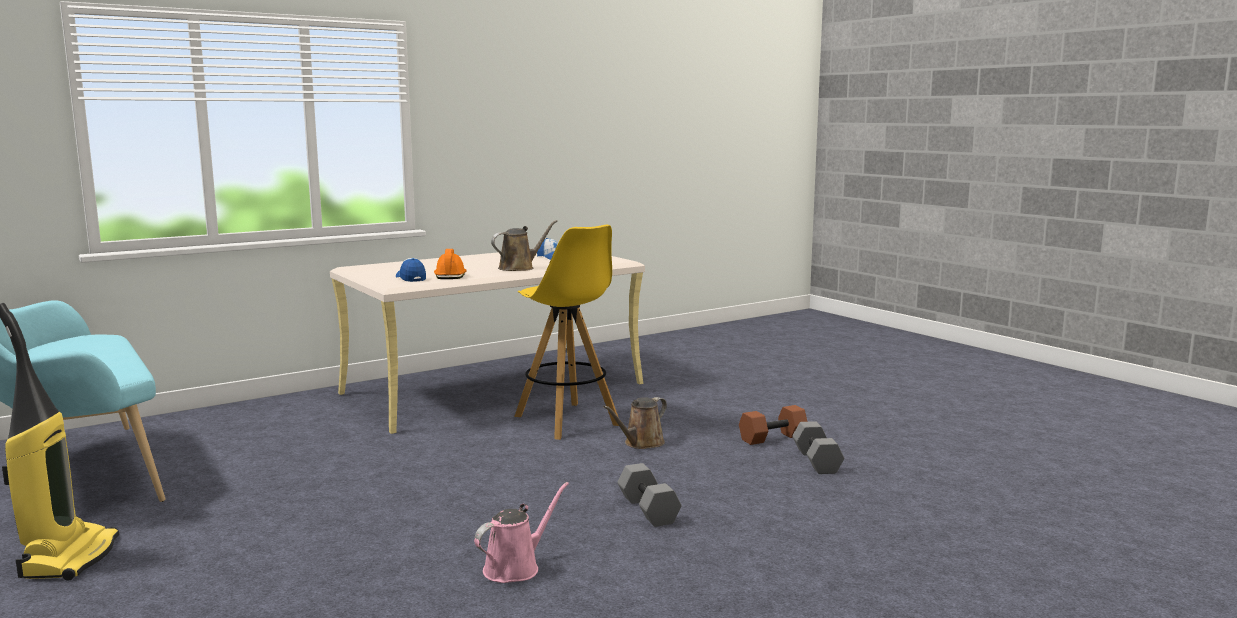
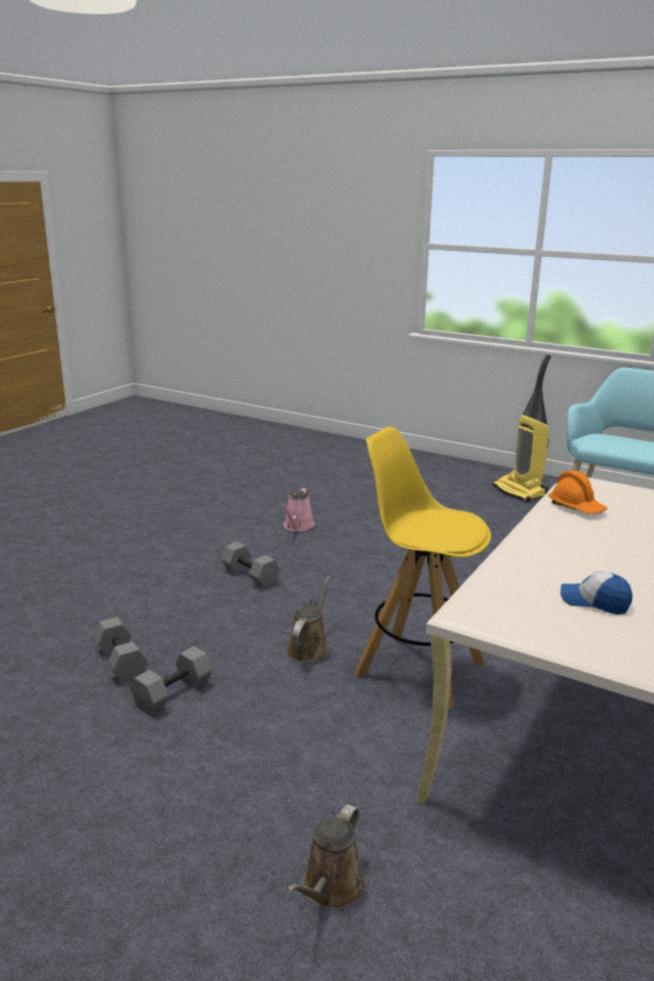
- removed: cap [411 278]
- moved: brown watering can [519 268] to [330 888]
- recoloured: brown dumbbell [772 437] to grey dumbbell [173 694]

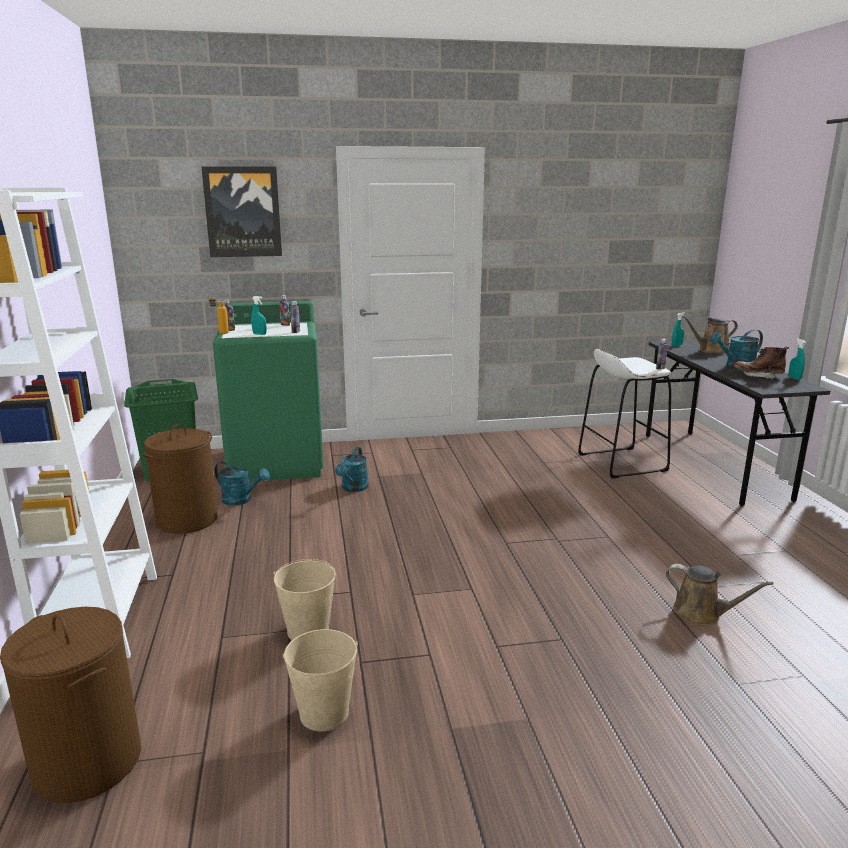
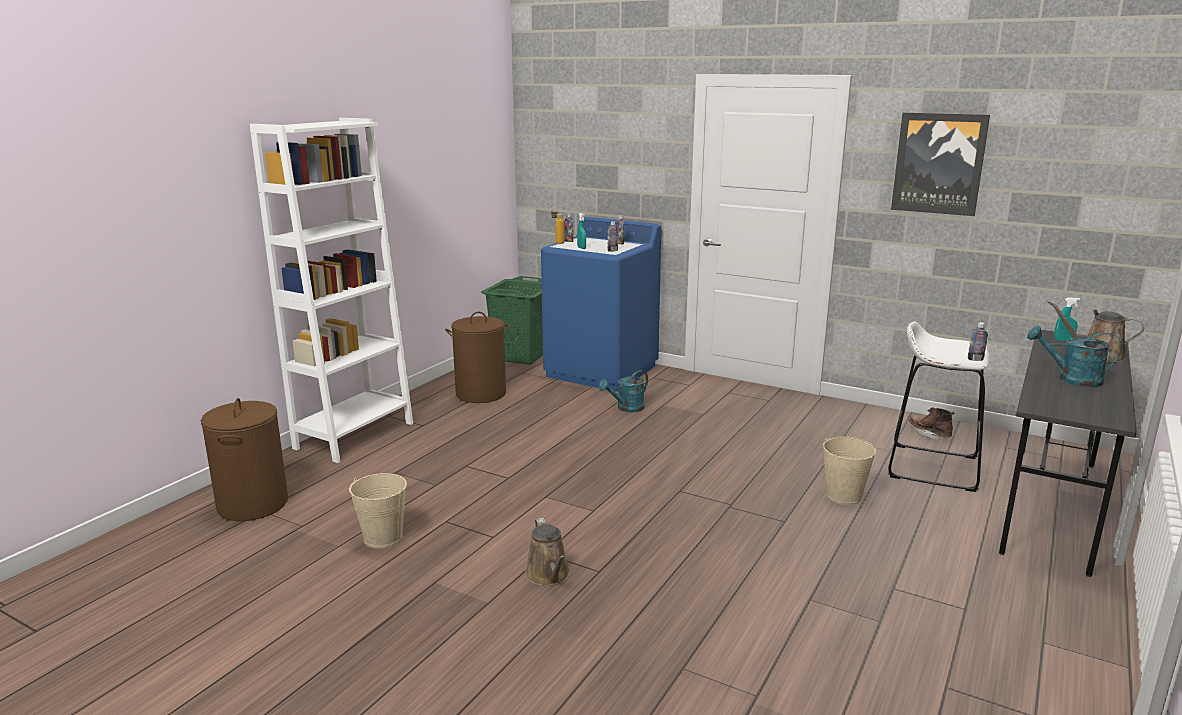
- removed: turquoise watering can [241 500]
- removed: turquoise spray bottle [794 378]
- moved: picture [243 212] to [939 163]
- moved: beige bucket [308 631] to [843 496]
- moved: brown watering can [701 614] to [549 576]
- moved: brown boot [758 376] to [929 434]
- recoloured: green washing machine [277 462] to blue washing machine [602 371]

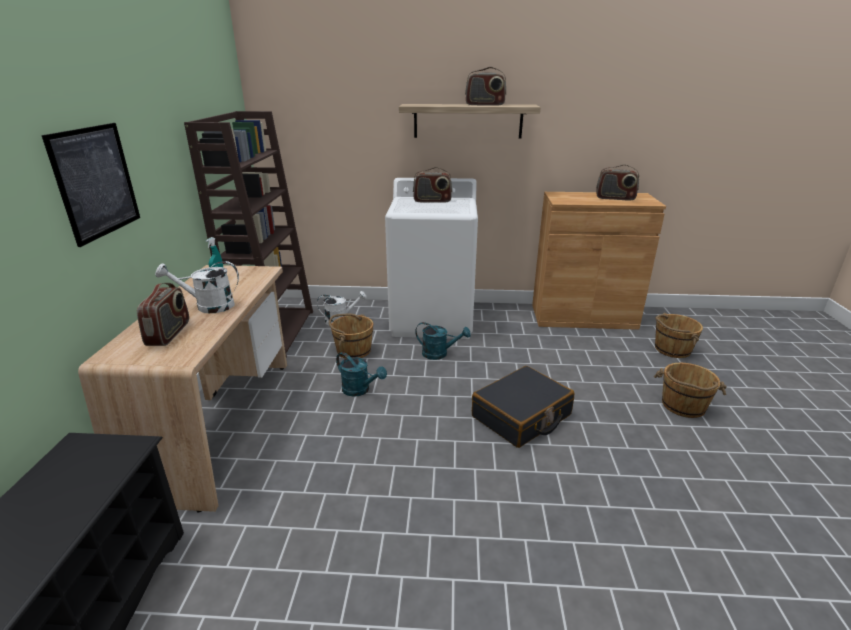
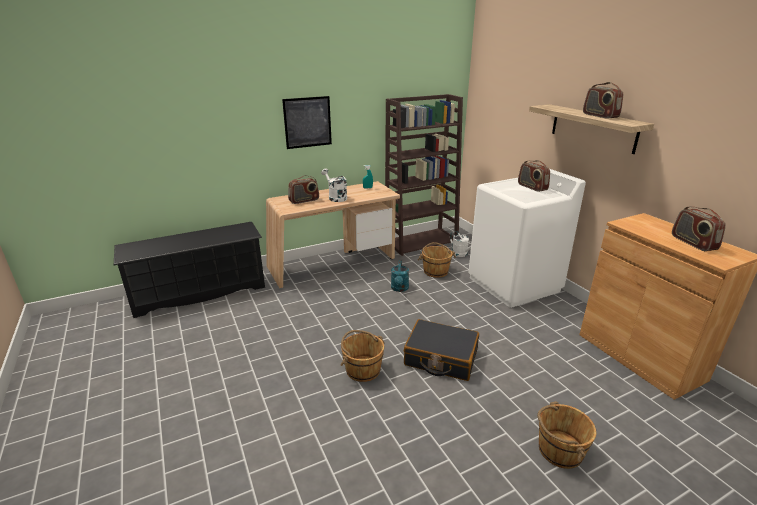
- removed: turquoise watering can [439 354]
- moved: brown bucket [671 349] to [362 369]

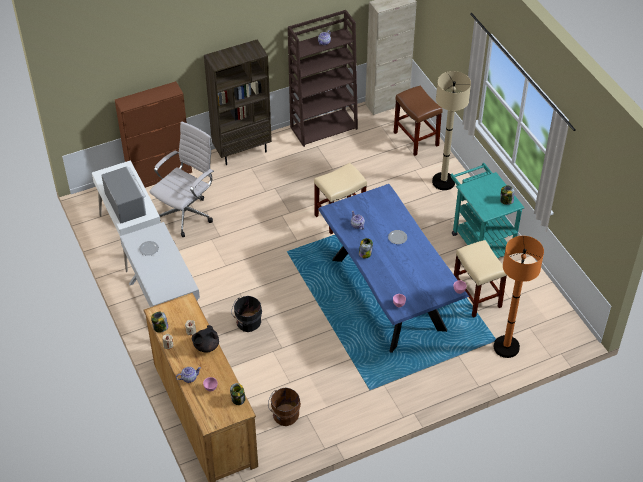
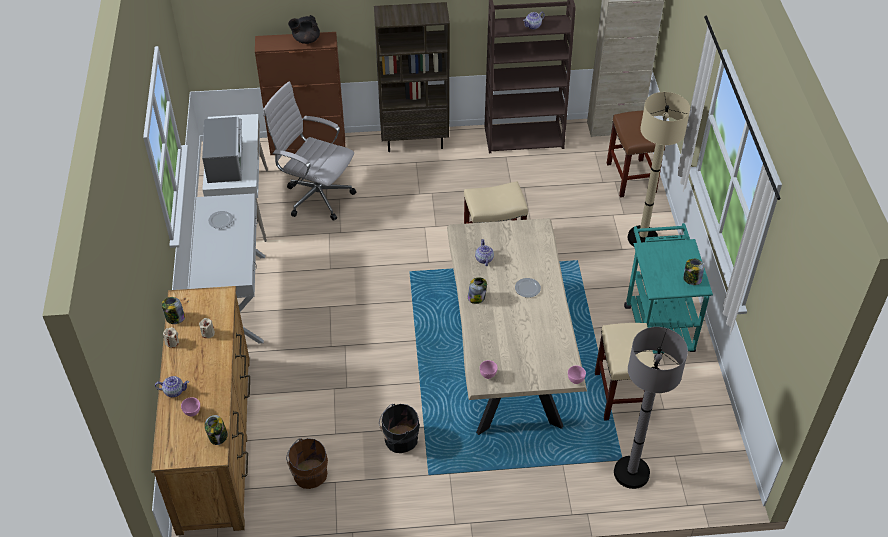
- moved: black teapot [206 346] to [306 40]
- moved: black bucket [247 322] to [399 439]
- recoloured: blue dining table [388 294] to beige dining table [509 359]
- recoloured: orange floor lamp [506 347] to grey floor lamp [631 473]
- turned: white office chair [187 214] = [316 196] 120 degrees counterclockwise

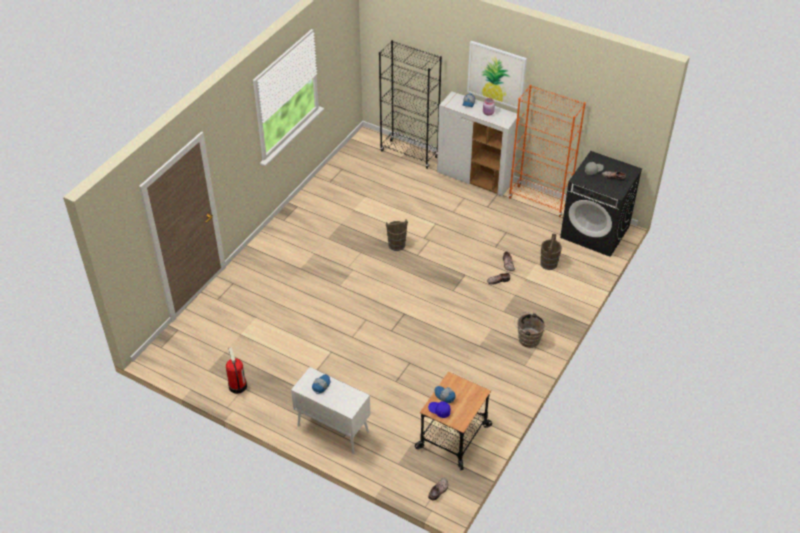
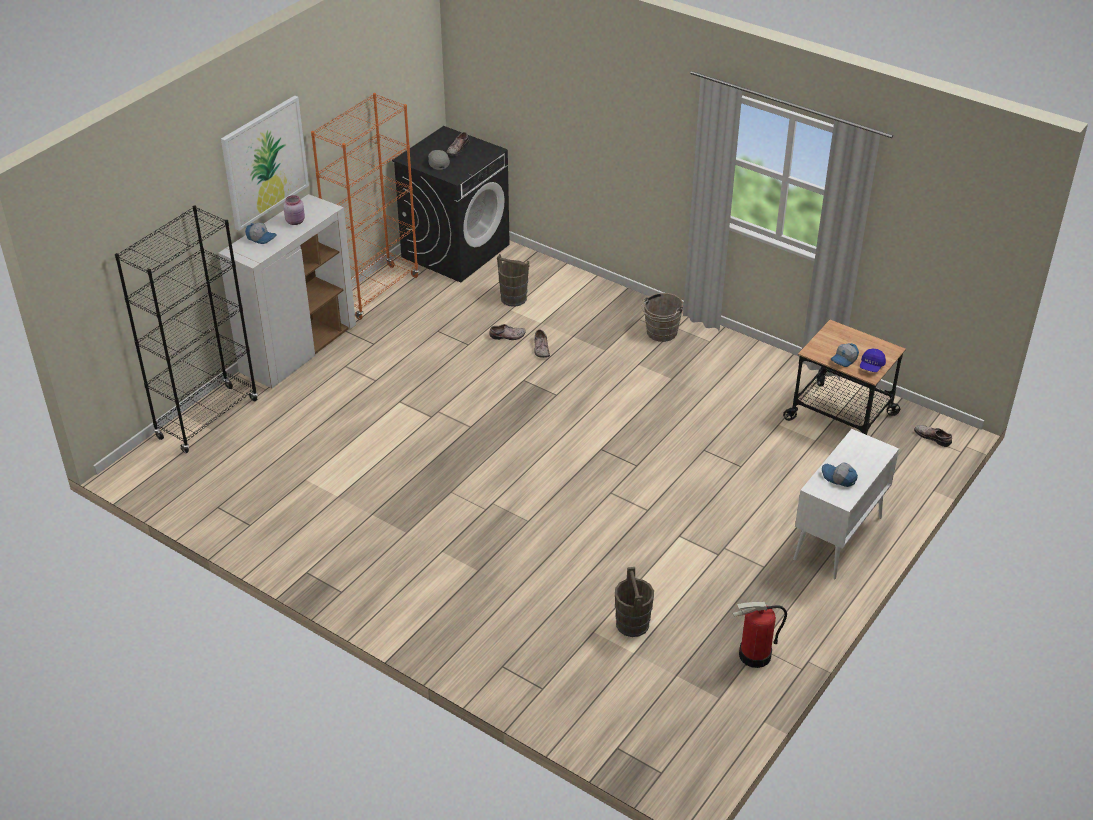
- moved: brown bucket [396 245] to [632 624]

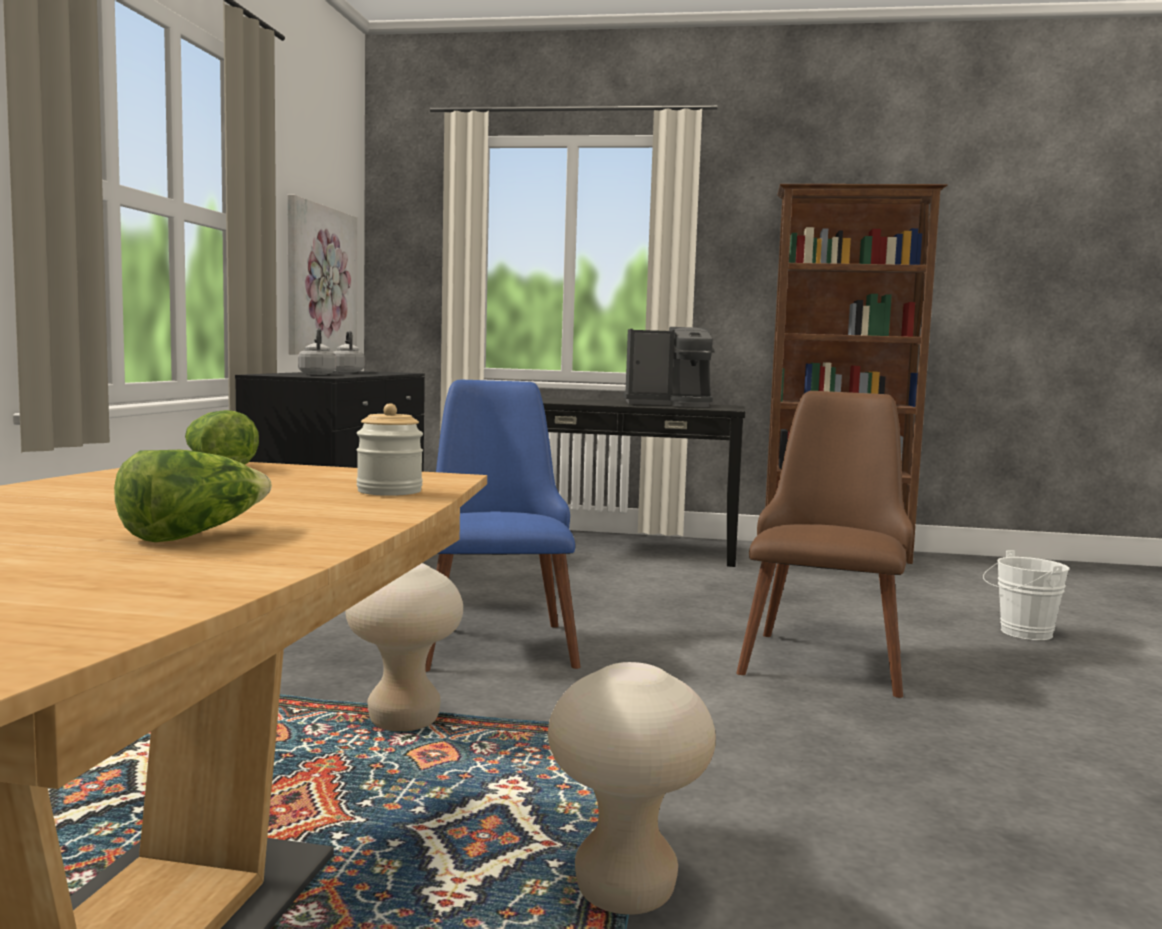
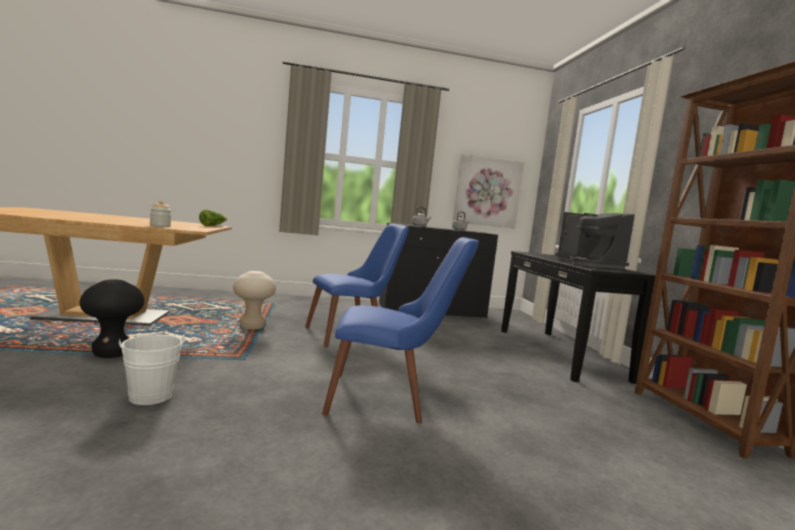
- removed: lettuce [193 534]
- moved: white bucket [1021 633] to [150 394]
- recoloured: beige stool [625 892] to black stool [111 354]
- recoloured: brown chair [825 655] to blue chair [391 398]

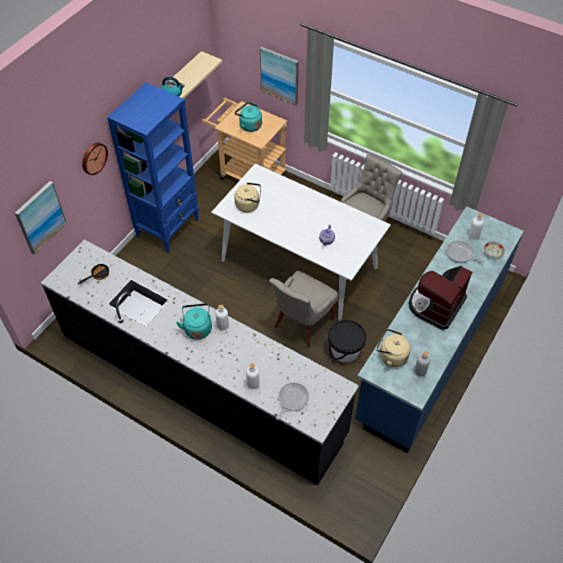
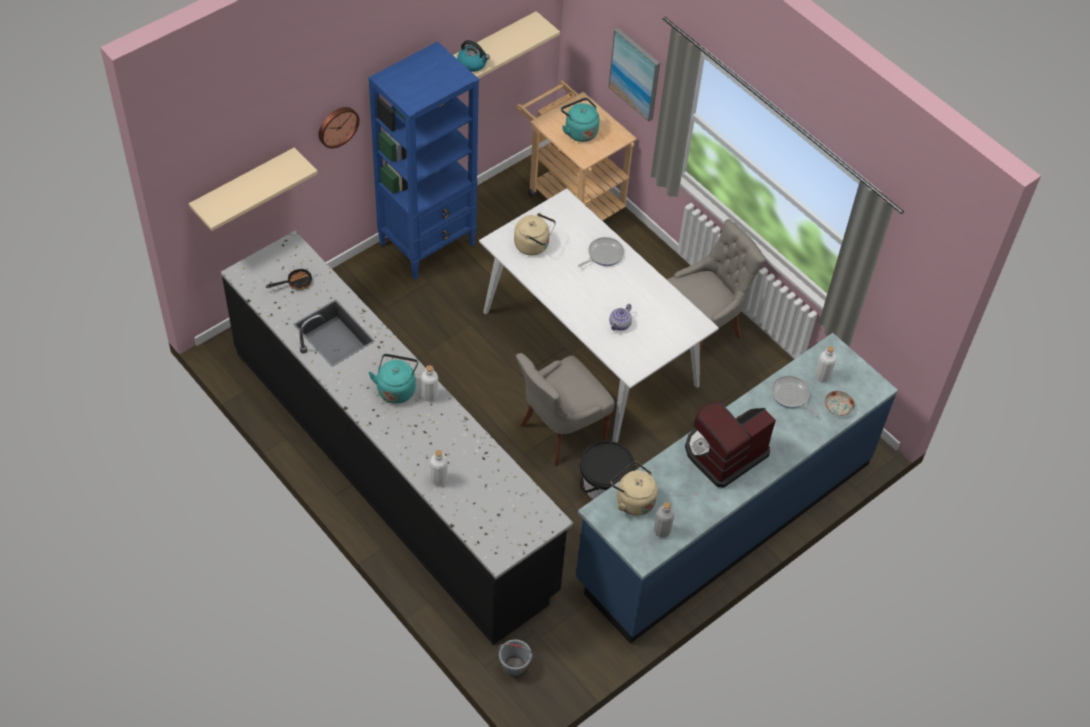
- added: grey bucket [514 666]
- moved: frying pan [292 399] to [603 255]
- replaced: picture [40 217] to beige shelf [244 187]

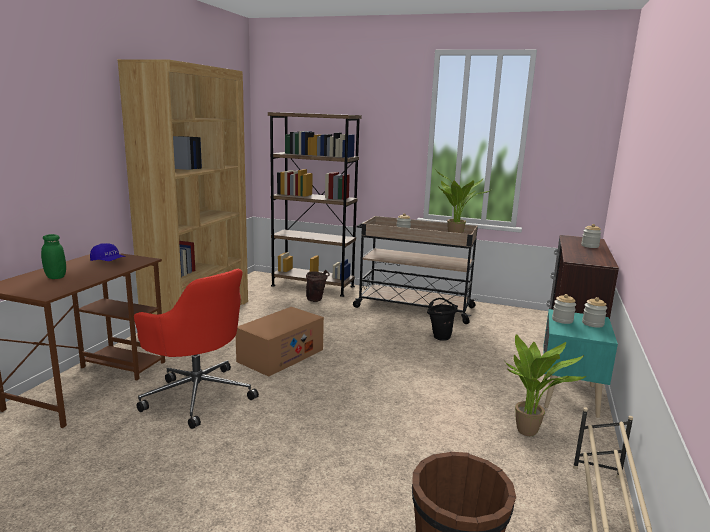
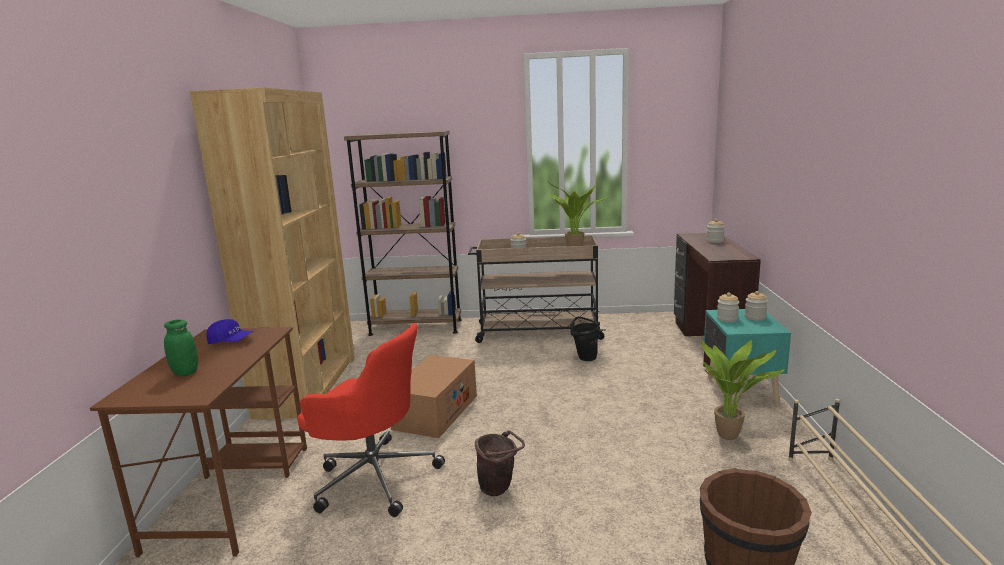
- moved: brown bucket [317 300] to [499 489]

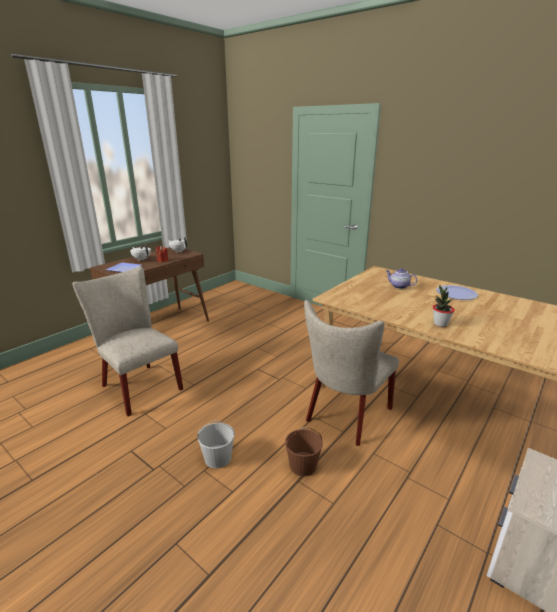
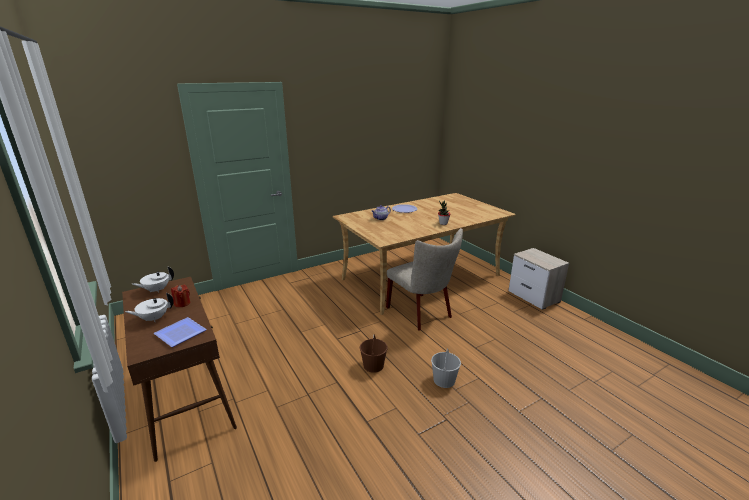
- removed: beige chair [138 386]
- moved: brown bucket [303 465] to [373 365]

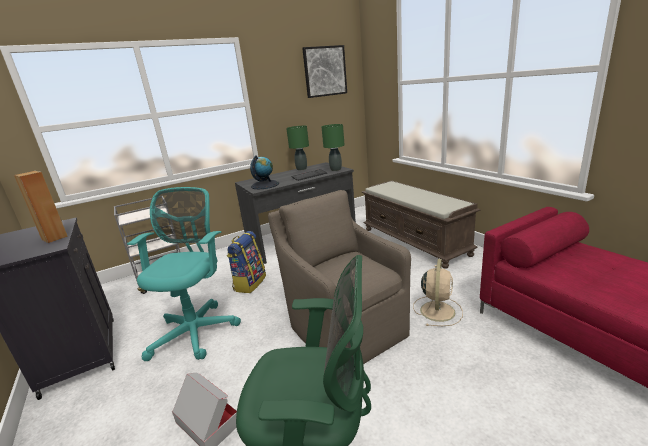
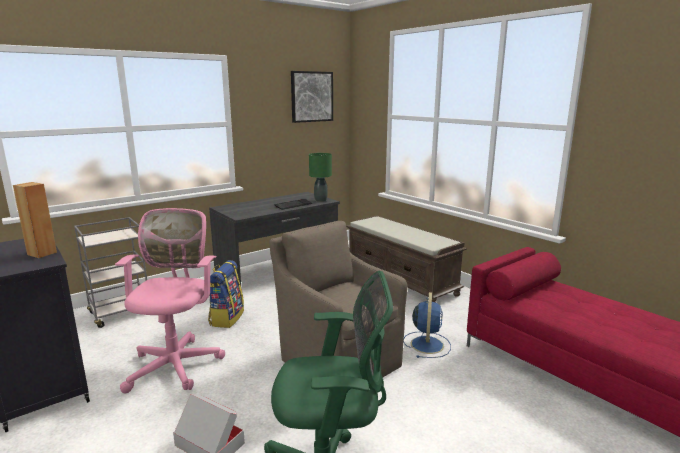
- removed: globe [265 185]
- removed: green table lamp [301 169]
- recoloured: turquoise office chair [197 330] to pink office chair [176 363]
- recoloured: beige fan [437 310] to blue fan [427 344]

